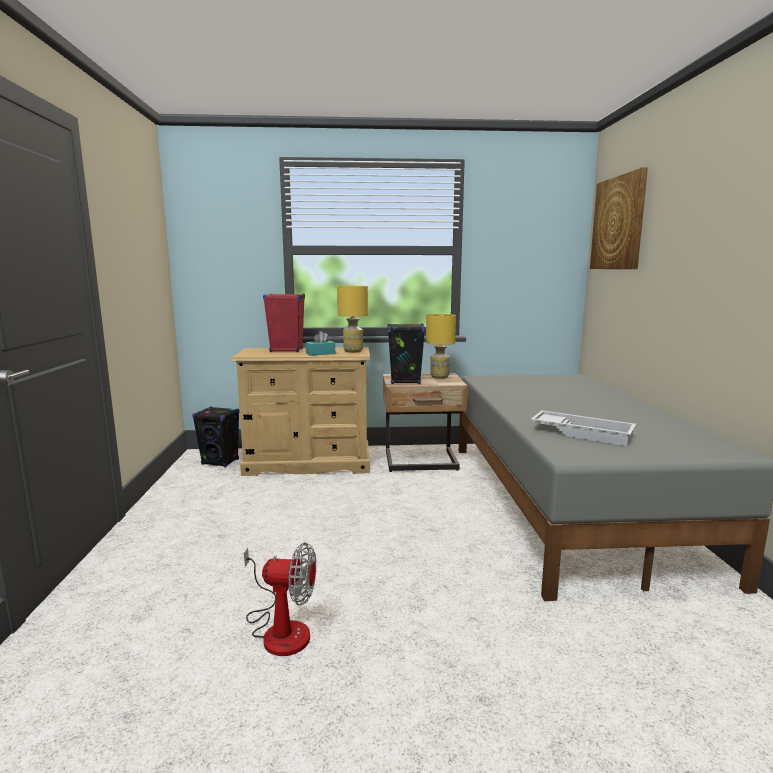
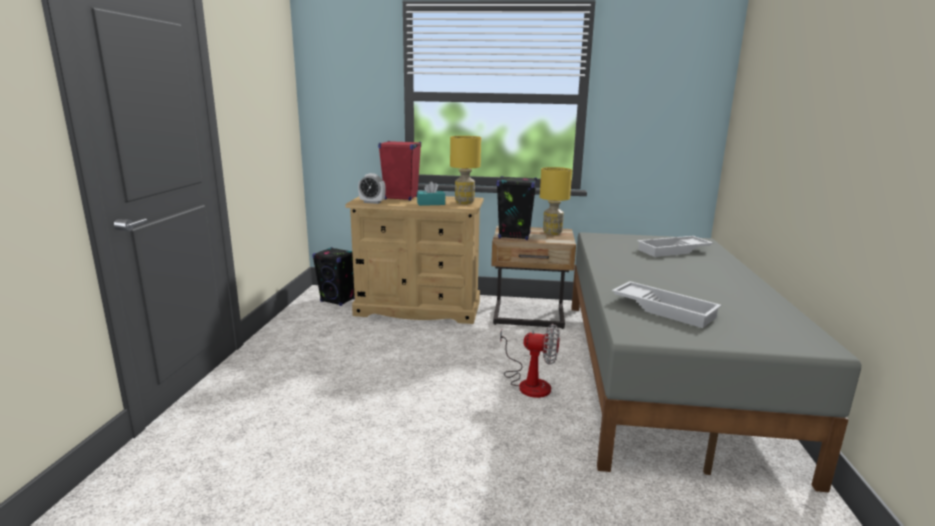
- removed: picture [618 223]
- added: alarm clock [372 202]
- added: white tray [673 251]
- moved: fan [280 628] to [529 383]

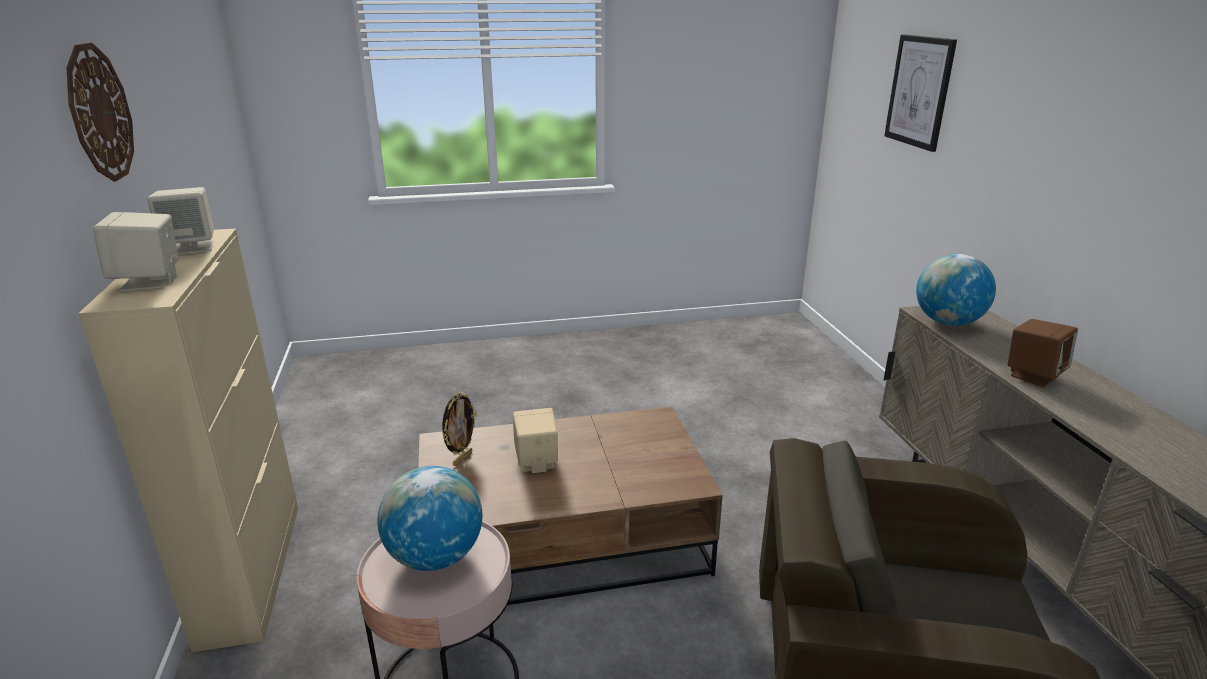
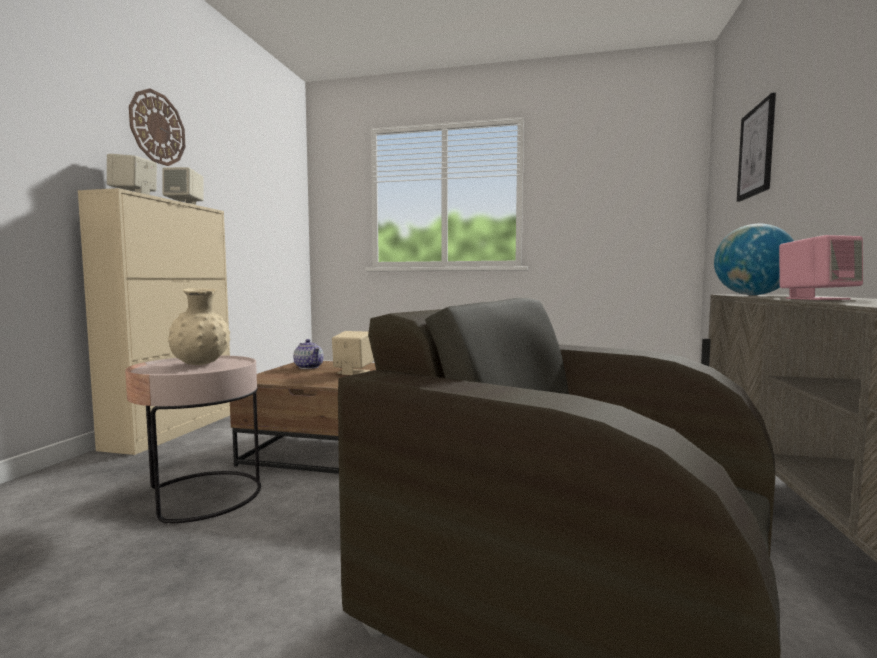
- replaced: globe [435 557] to beige vase [200 364]
- replaced: picture frame [462 458] to teapot [309 367]
- recoloured: brown speaker [1033 375] to pink speaker [816 299]

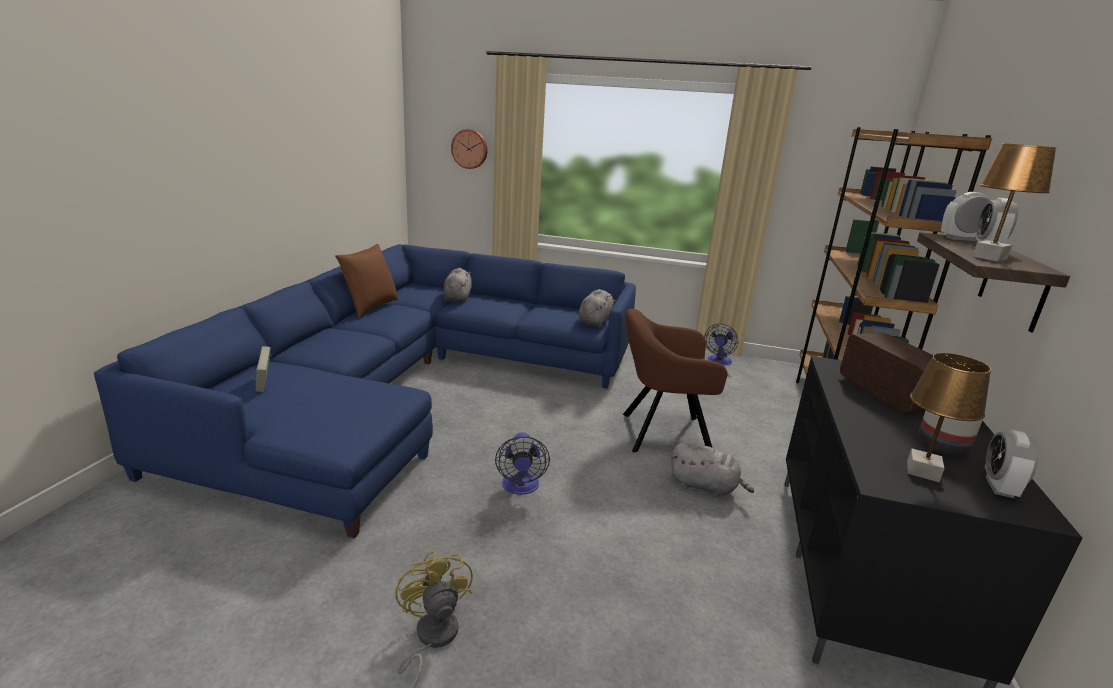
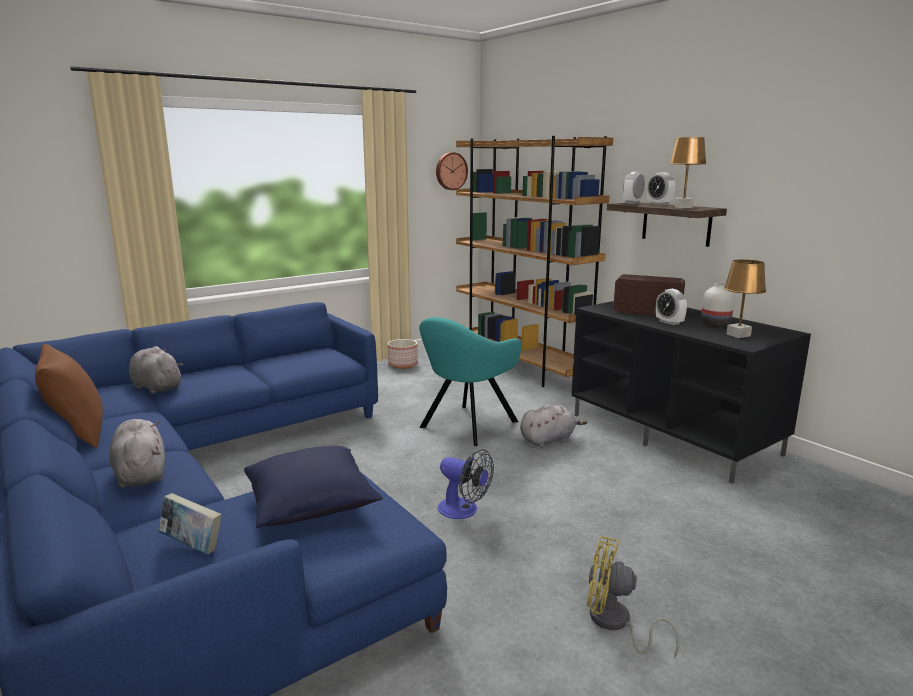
- added: blue pillow [311 506]
- moved: wall clock [470 149] to [450 171]
- moved: grey plush toy [595 321] to [140 474]
- moved: alarm clock [999 487] to [669 322]
- replaced: fan [718 361] to planter [403 364]
- recoloured: brown armchair [661 433] to turquoise armchair [466 425]

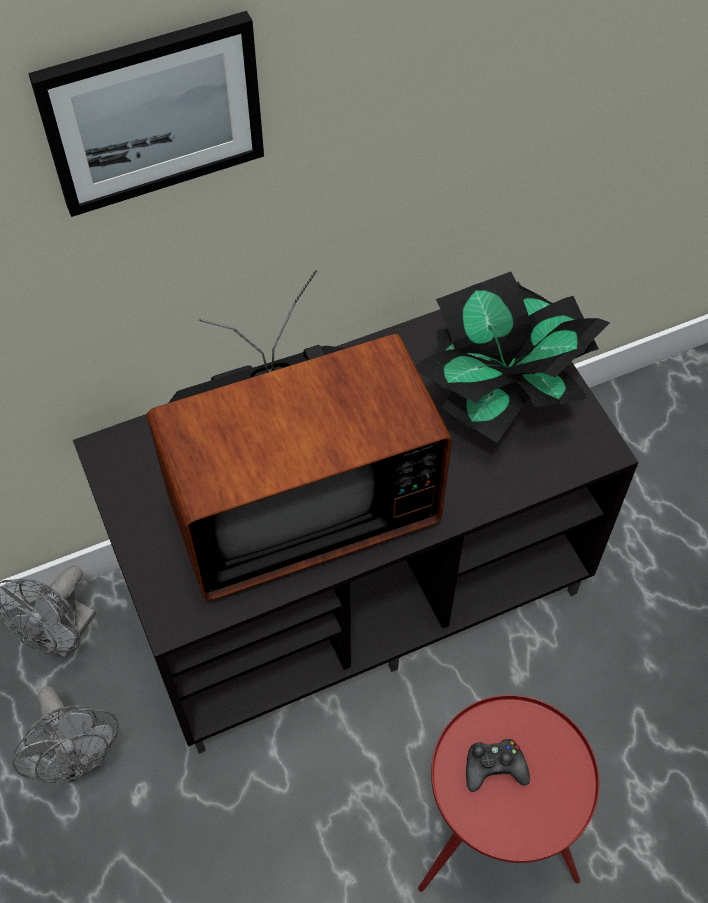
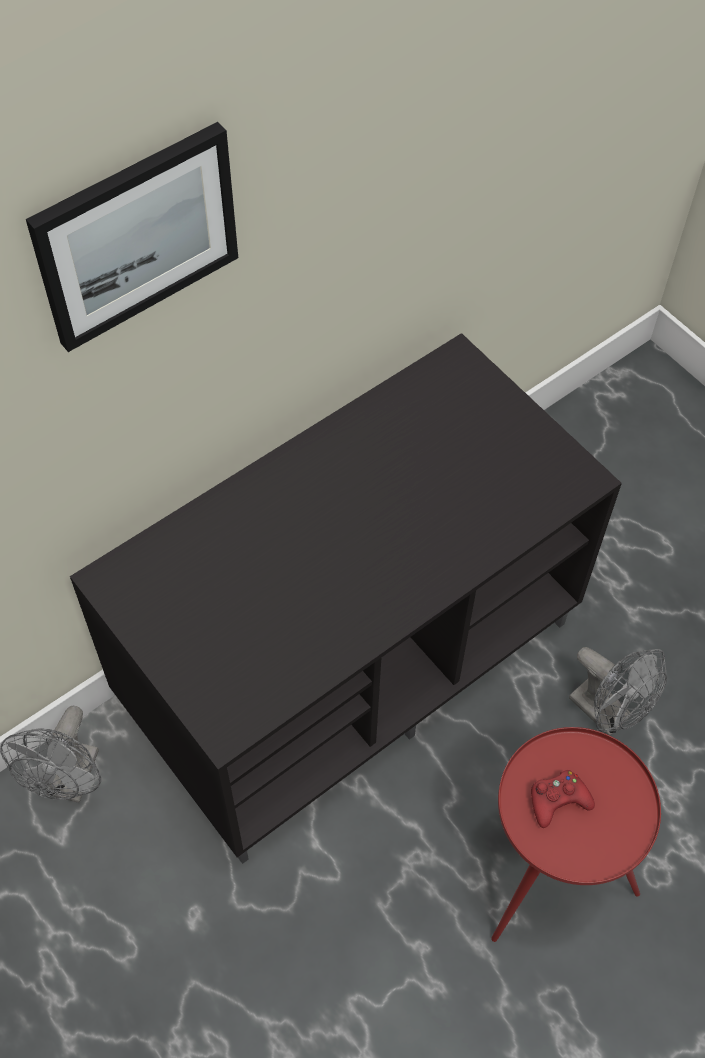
- removed: television [295 502]
- removed: potted plant [502 390]
- moved: grey fan [79 758] to [607 714]
- recoloured: black game controller [494 767] to red game controller [557 800]

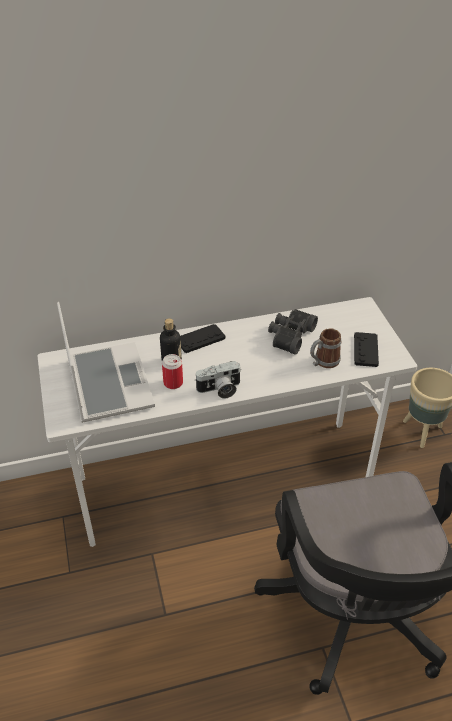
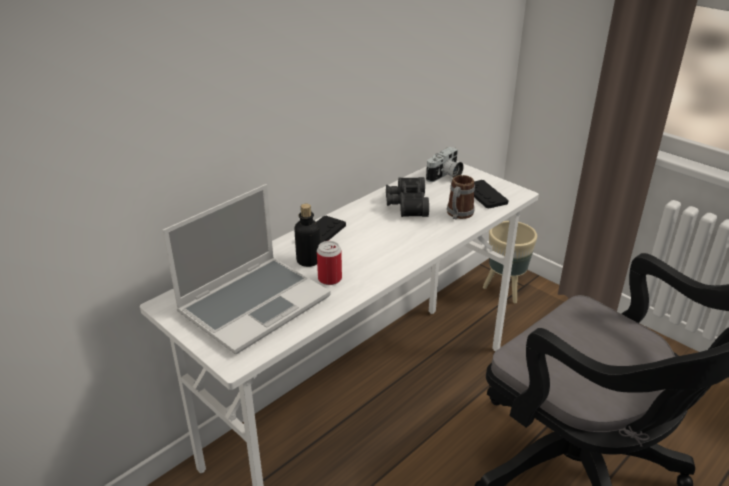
- moved: photo camera [220 390] to [445 176]
- turned: laptop [107 383] = [255 304] 90 degrees clockwise

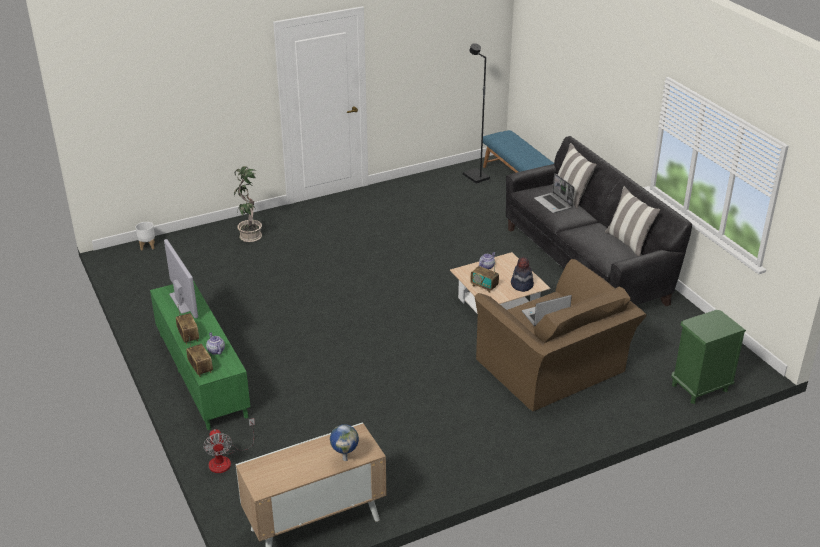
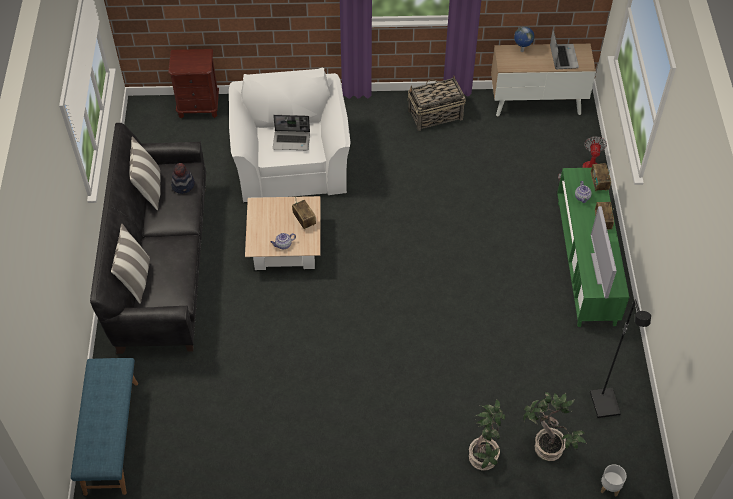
- added: basket [434 115]
- added: potted plant [547 449]
- moved: black floor lamp [475 177] to [605 404]
- moved: hat [521 285] to [183 185]
- moved: laptop [553 204] to [563 57]
- recoloured: brown armchair [554 370] to white armchair [291 160]
- recoloured: green nightstand [699 388] to brown nightstand [198 107]

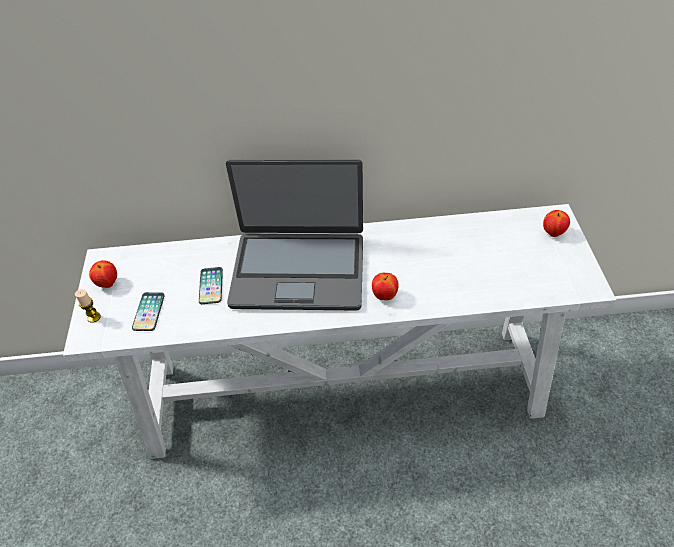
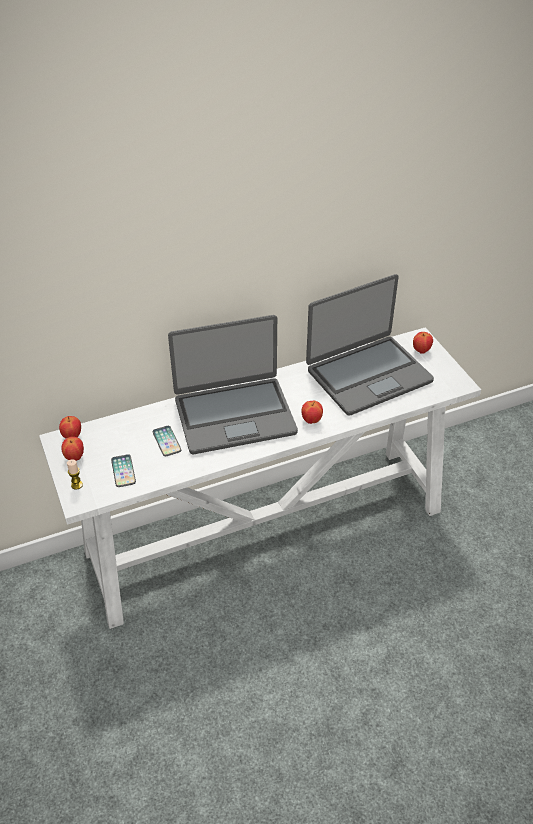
- added: apple [72 436]
- added: laptop [368 375]

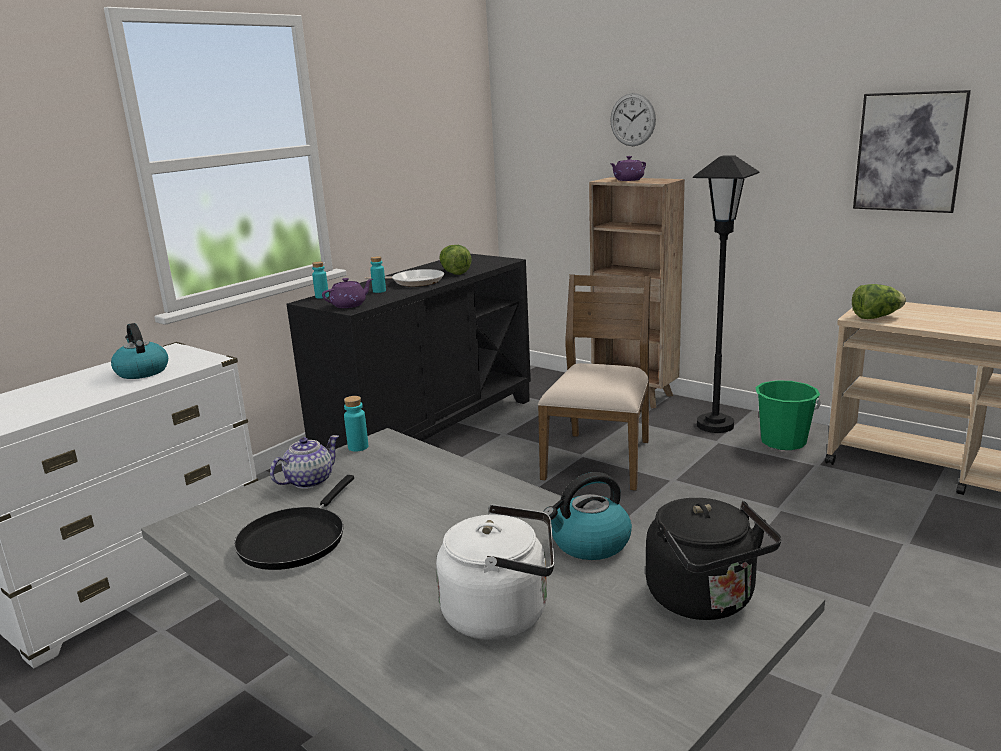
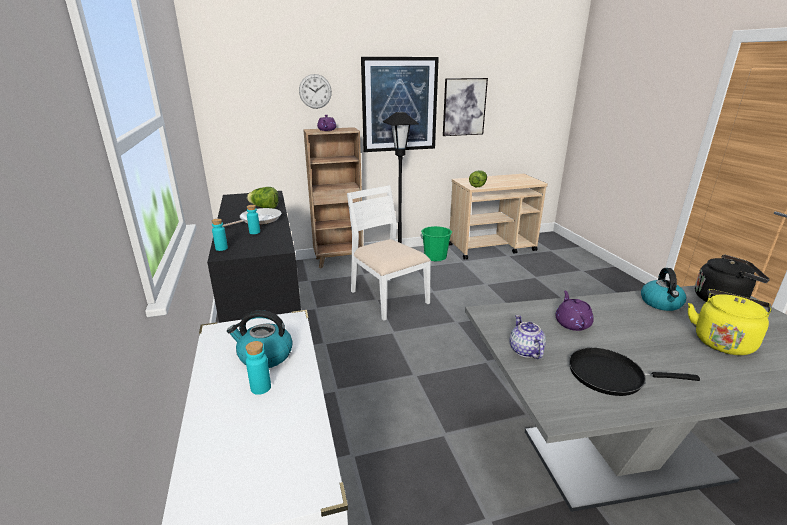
- added: picture [399 105]
- moved: purple teapot [349 305] to [572 323]
- moved: turquoise bottle [358 447] to [261 388]
- recoloured: white kettle [502 613] to yellow kettle [722 341]
- recoloured: brown chair [600 459] to white chair [387 297]
- turned: black frying pan [296 539] = [611 375] 135 degrees clockwise

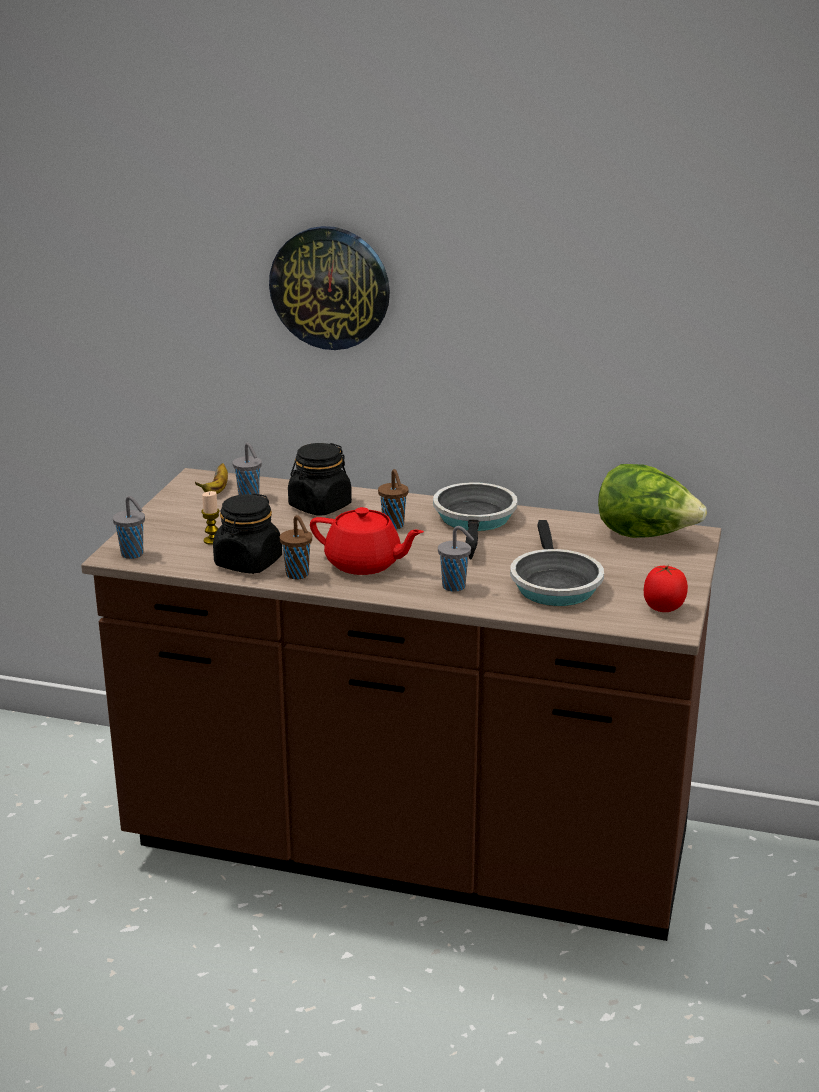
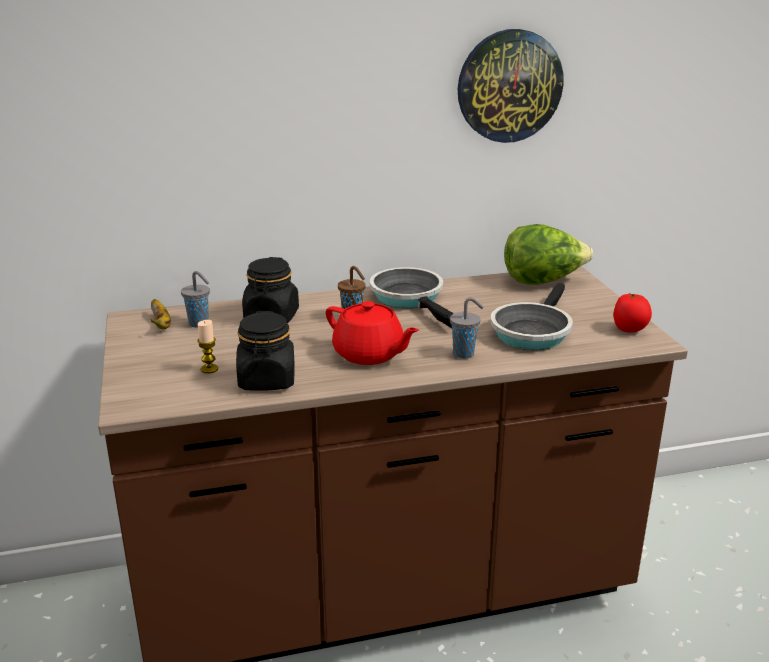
- removed: grey cup [133 554]
- removed: brown cup [298 575]
- moved: wall clock [330 287] to [509 86]
- turned: red teapot [364 564] = [369 354] 45 degrees clockwise
- turned: frying pan [553 584] = [531 332] 60 degrees clockwise

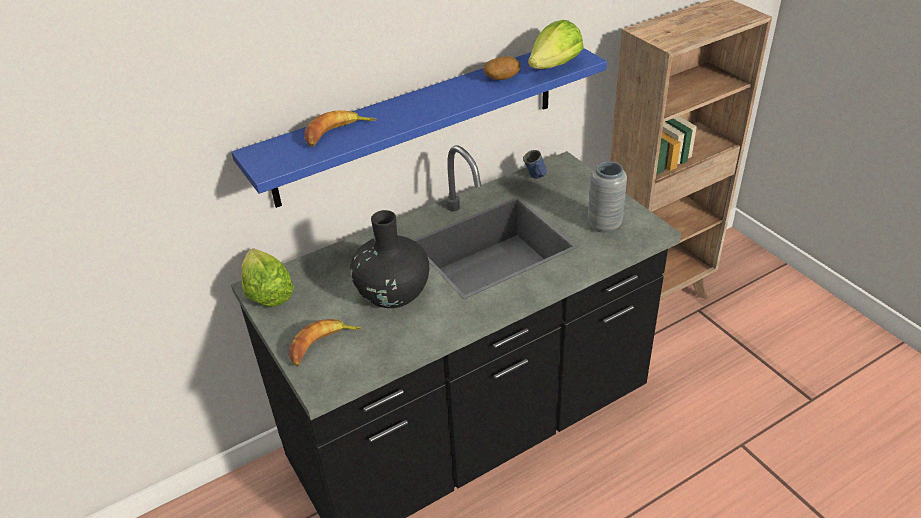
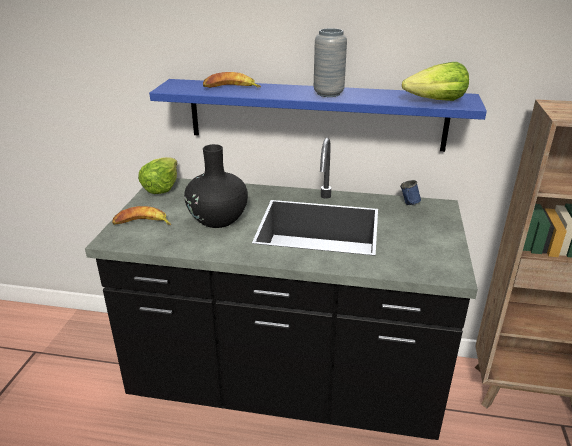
- removed: potato [501 78]
- moved: grey vase [604 225] to [328 94]

